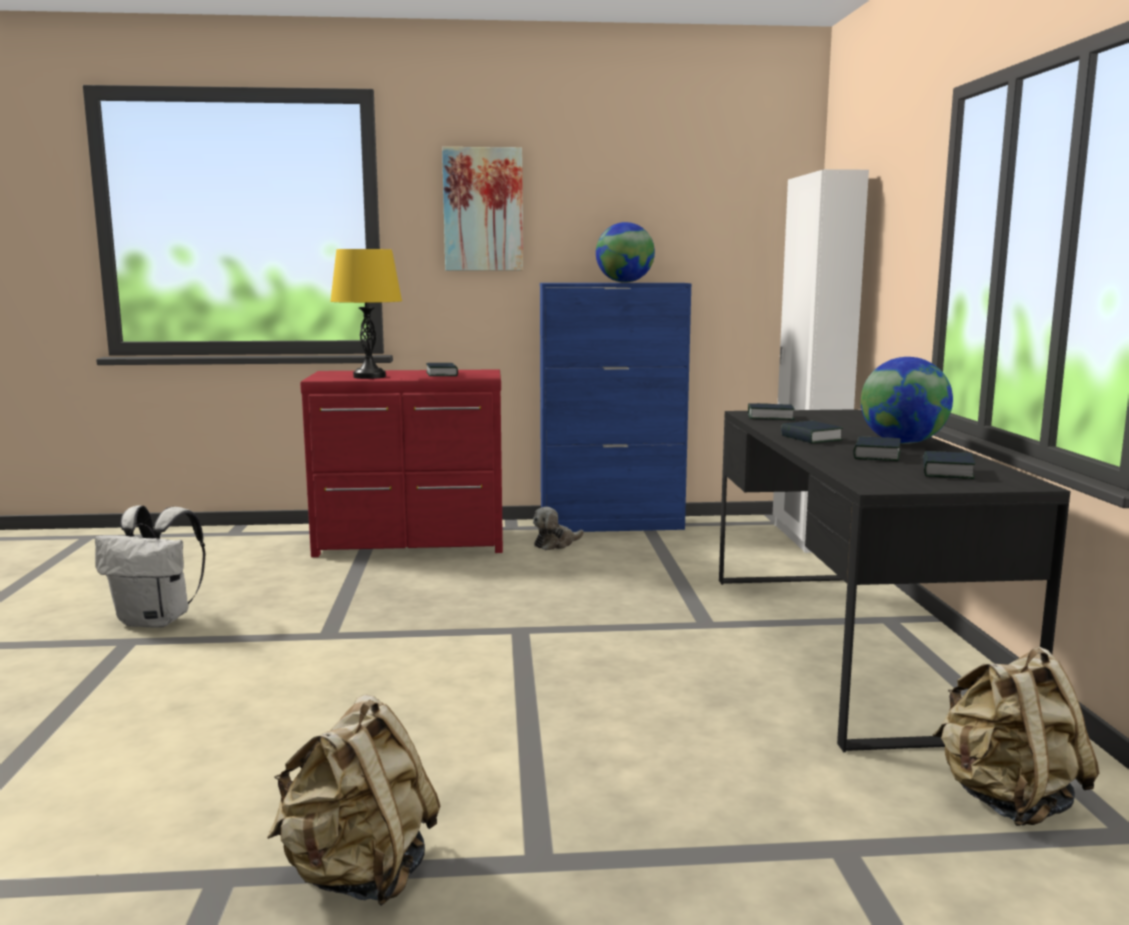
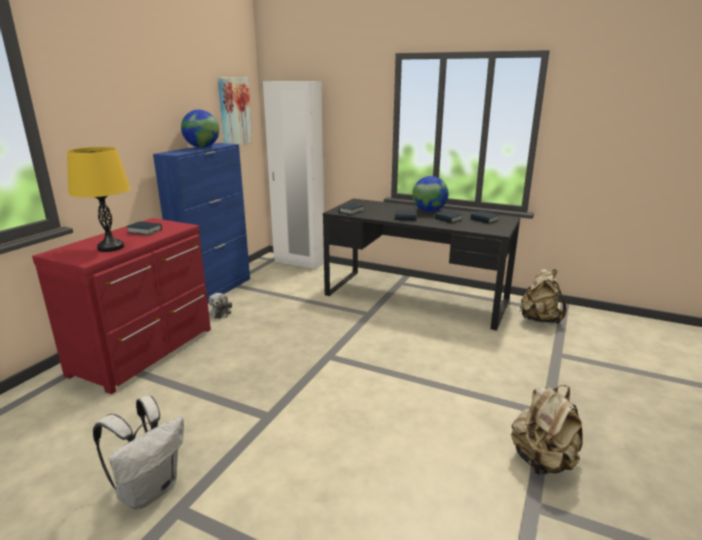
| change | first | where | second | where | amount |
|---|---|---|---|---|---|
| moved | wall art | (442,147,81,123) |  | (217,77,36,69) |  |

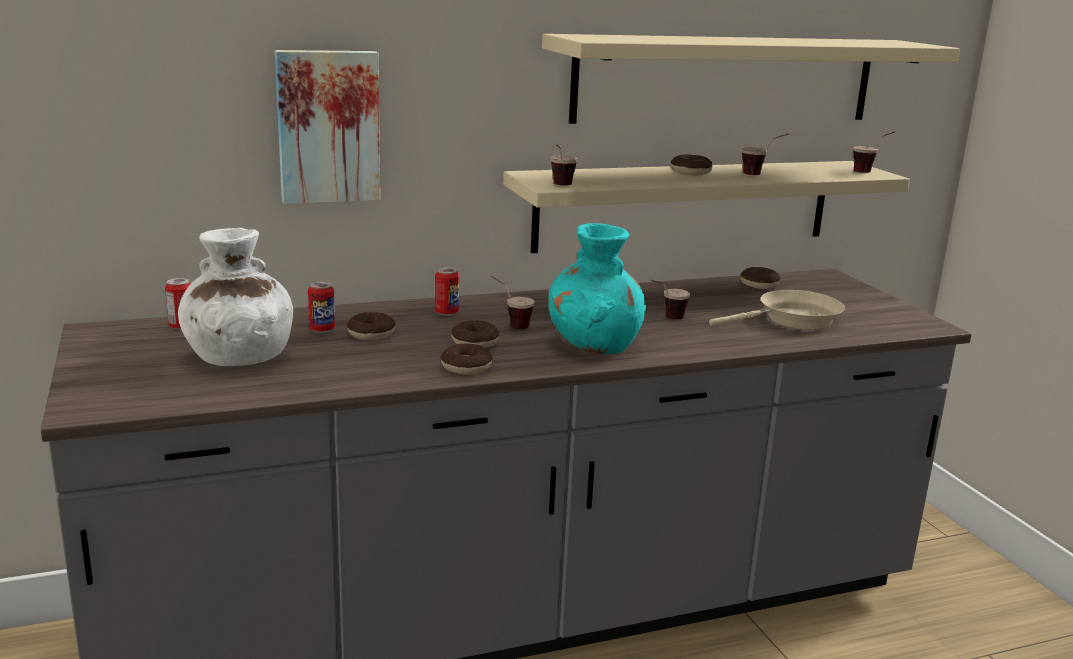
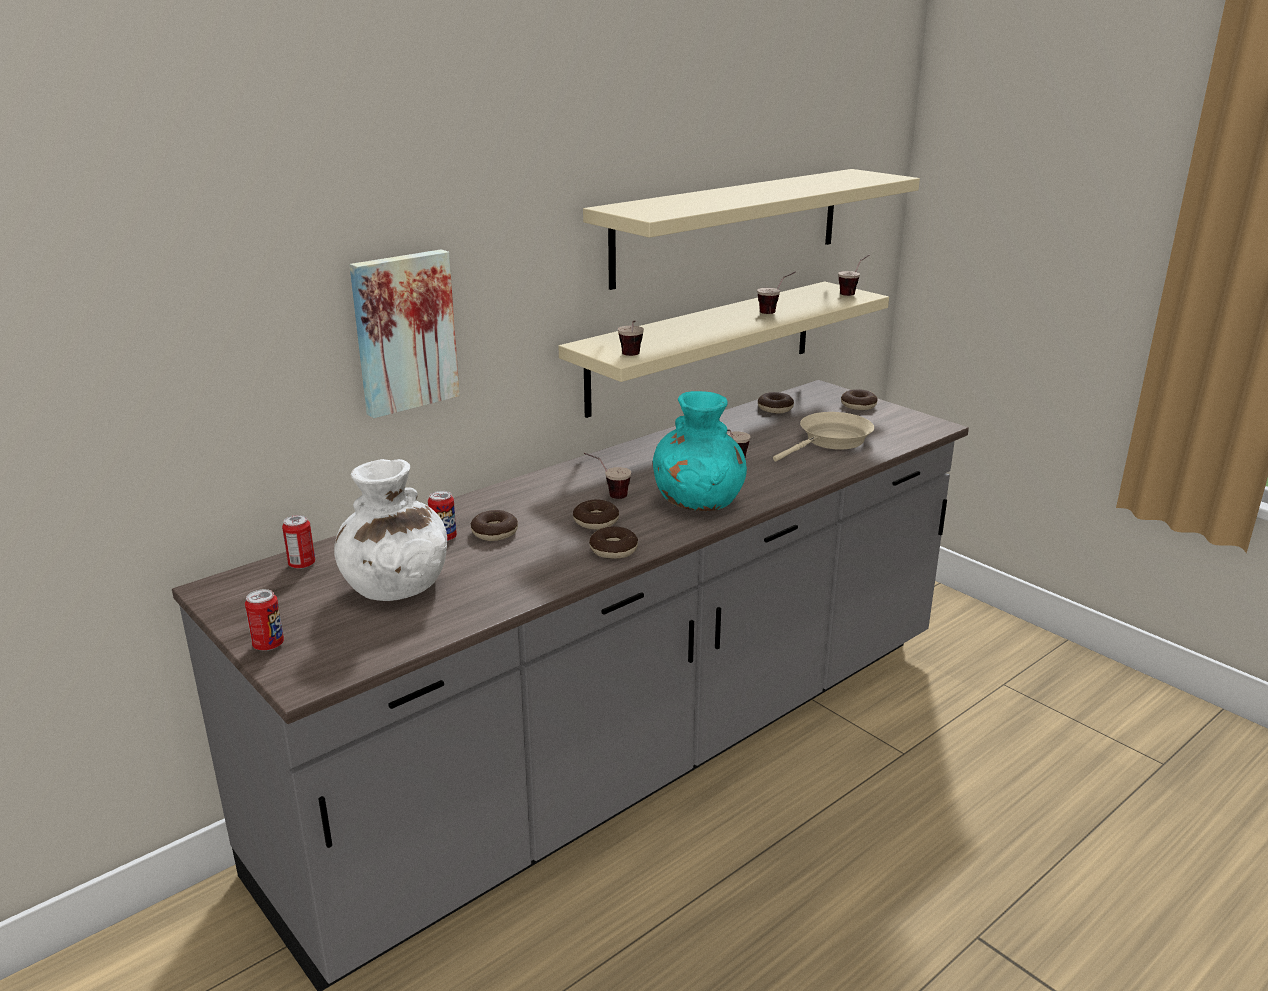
| change | first | where | second | where | amount |
|---|---|---|---|---|---|
| moved | metal can | (435,267,24,49) |  | (245,589,39,62) |  |
| moved | doughnut | (671,154,42,22) |  | (841,389,36,21) |  |

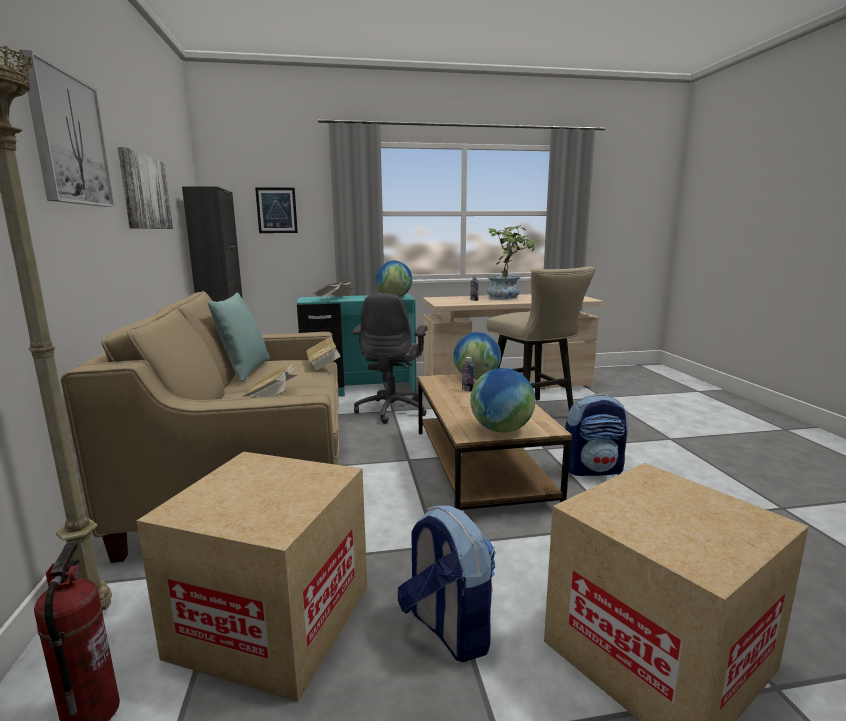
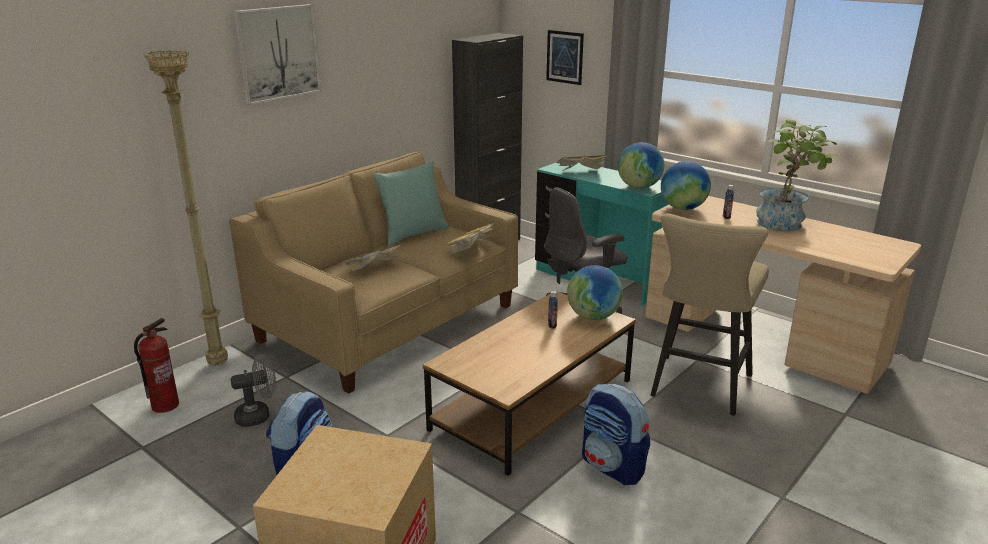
| change | first | where | second | where | amount |
|---|---|---|---|---|---|
| removed | wall art | (118,147,55,82) |  |  |  |
| replaced | packing box | (136,451,231,251) | cooling fan (grey) | (230,355,46,72) |  |
| moved | desk globe | (470,368,65,65) |  | (661,161,50,49) |  |

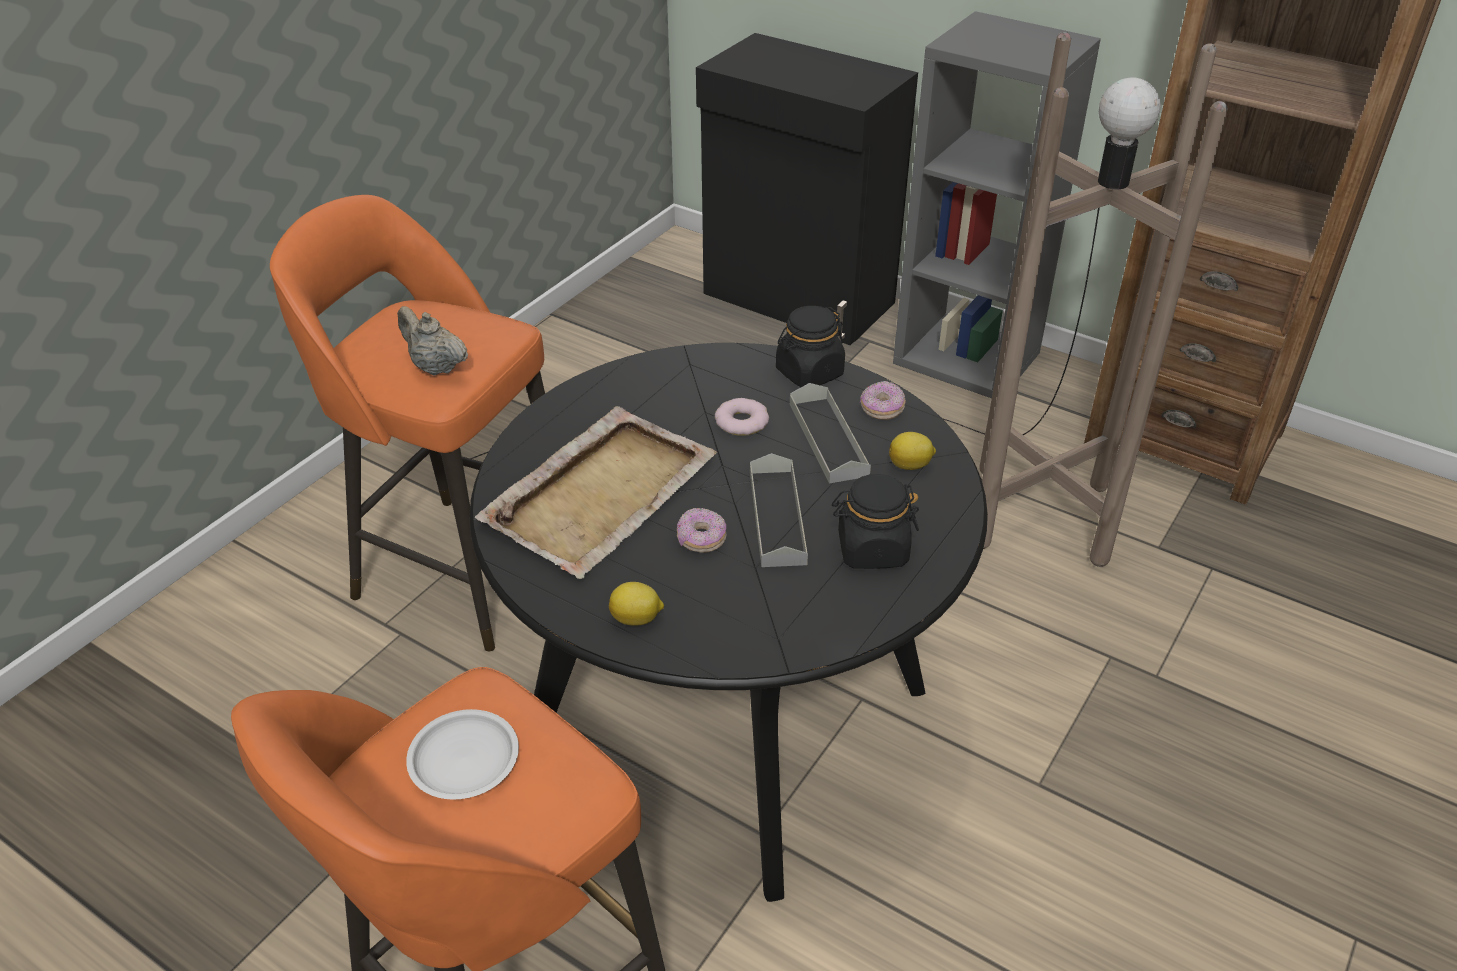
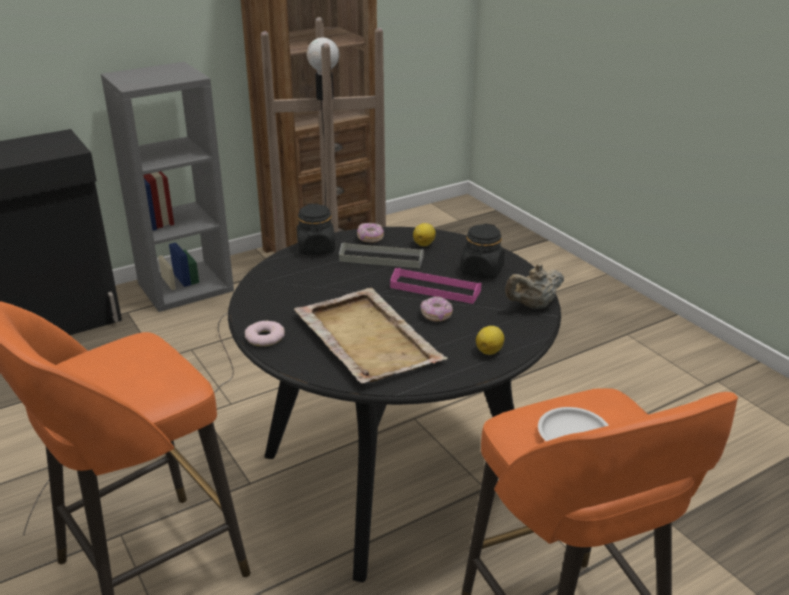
| change | first | where | second | where | amount |
|---|---|---|---|---|---|
| moved | teapot (beige-coloured) | (397,306,71,70) |  | (505,264,59,45) |  |
| moved | doughnut | (715,398,54,38) |  | (245,321,40,25) |  |
| recoloured | carrying tray (grey) | (750,453,58,114) | carrying tray (pink-coloured) | (390,268,91,36) |  |

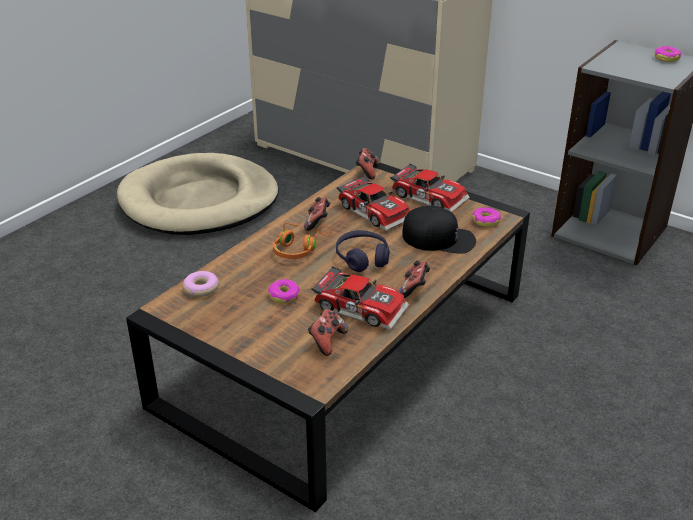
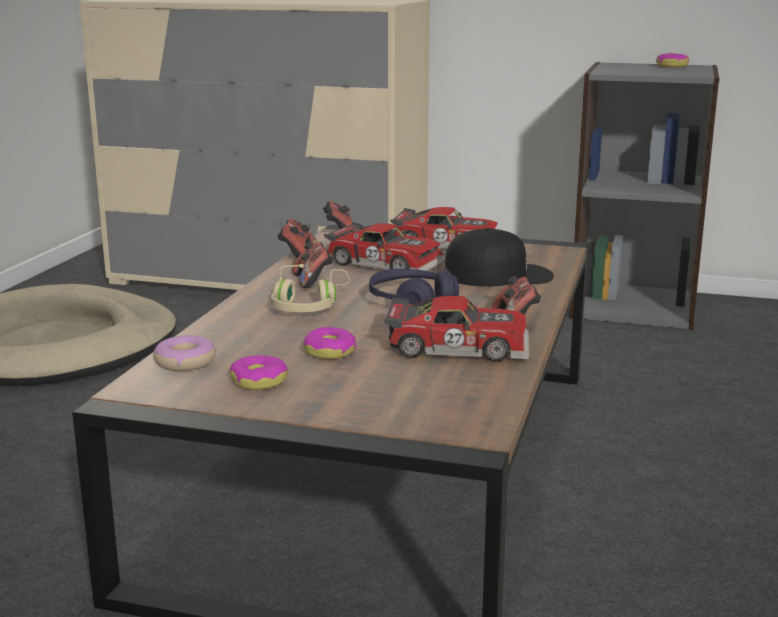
| change | first | where | second | where | amount |
|---|---|---|---|---|---|
| recoloured | headset (orange-coloured) | (273,223,59,36) | headset (beige-coloured) | (271,264,79,48) |  |
| moved | gamepad | (308,309,40,47) |  | (277,219,40,39) |  |
| moved | doughnut | (473,208,28,19) |  | (230,355,58,35) |  |

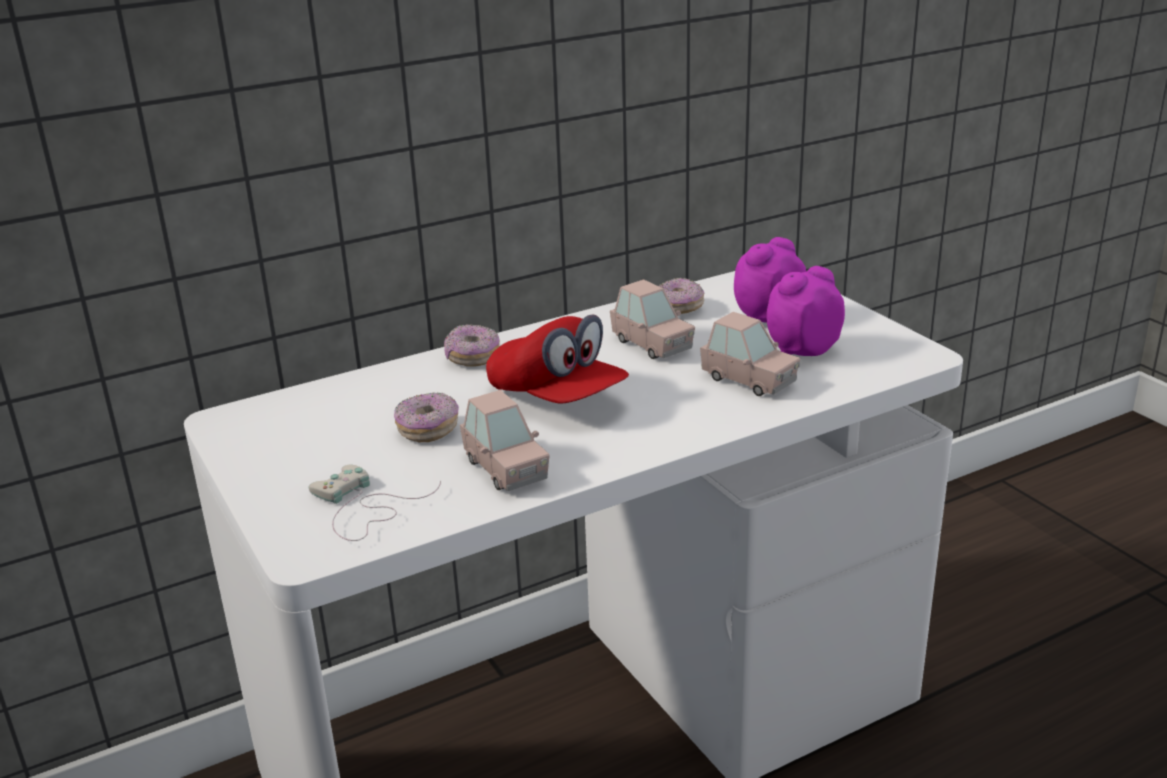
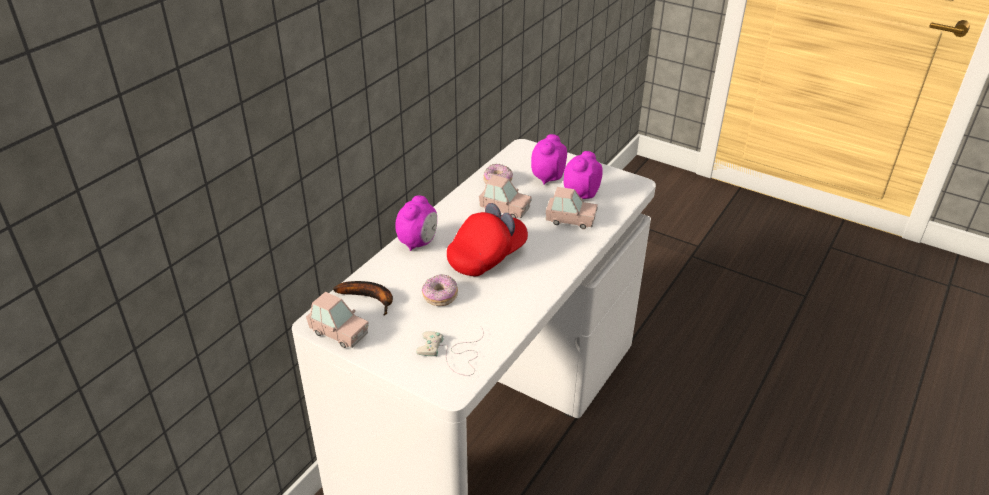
| change | first | where | second | where | amount |
|---|---|---|---|---|---|
| replaced | doughnut | (444,324,56,43) | bedside clock | (395,195,42,56) |  |
| moved | miniature car (pink-coloured) | (460,390,90,101) |  | (306,292,63,56) |  |
| turned | peaked cap (red) | (486,314,143,90) |  | (447,203,81,73) | 60 degrees counterclockwise |
| added |  |  | whole banana | (333,281,60,35) |  |

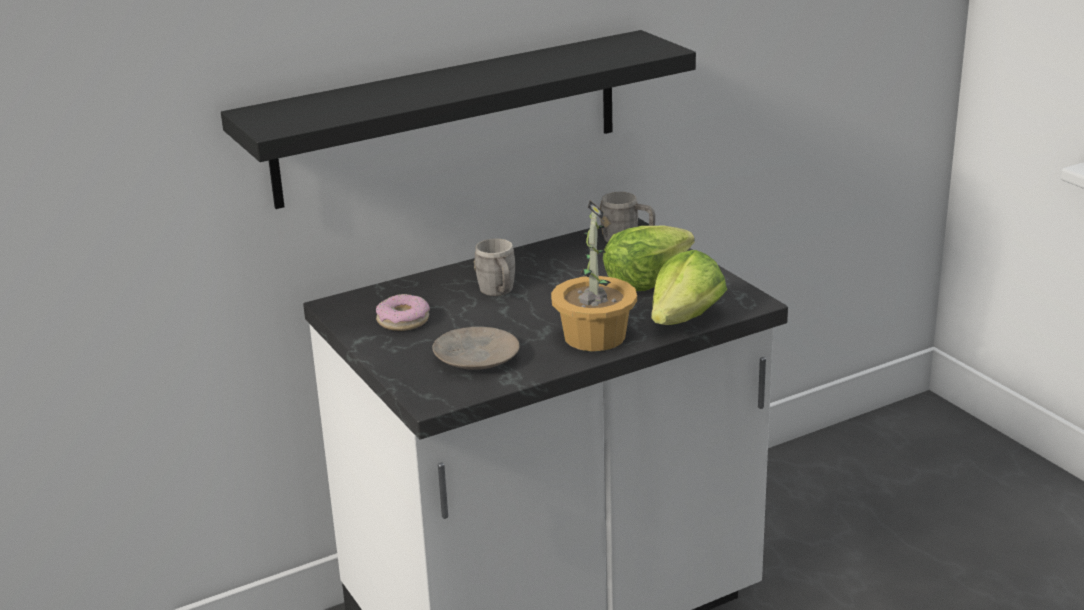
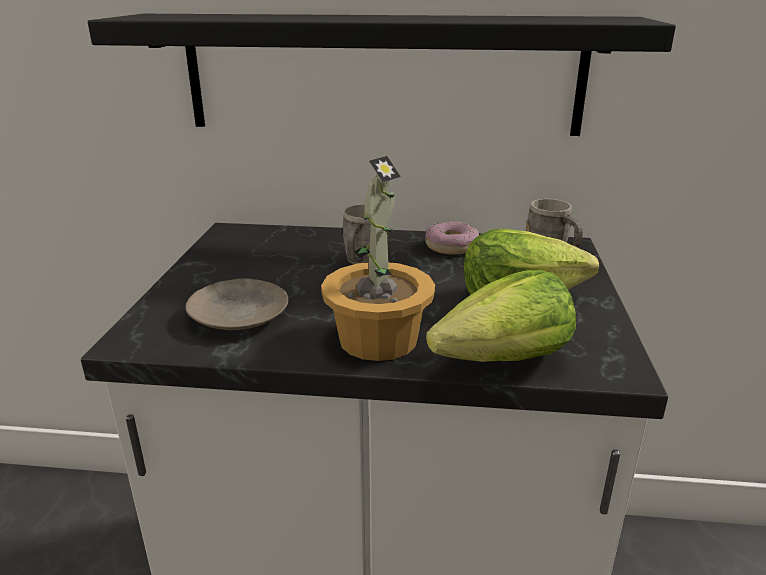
| change | first | where | second | where | amount |
|---|---|---|---|---|---|
| moved | doughnut | (376,294,54,37) |  | (425,221,54,34) |  |

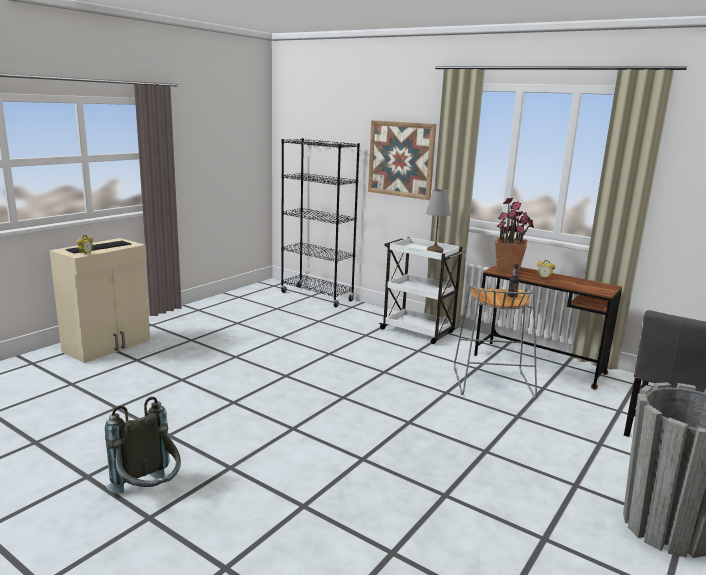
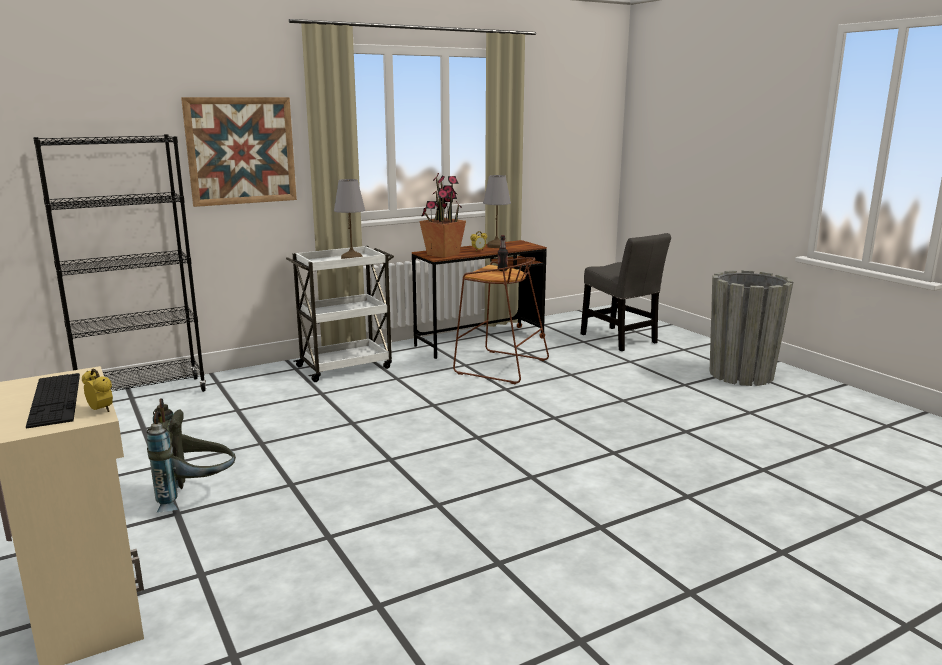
| change | first | where | second | where | amount |
|---|---|---|---|---|---|
| moved | rucksack (grey) | (105,397,76,97) |  | (147,398,89,115) |  |
| recoloured | stool (grey) | (454,286,83,113) | stool (brown-coloured) | (453,257,96,127) |  |
| added |  |  | lamp for a table (grey) | (483,175,28,73) |  |

